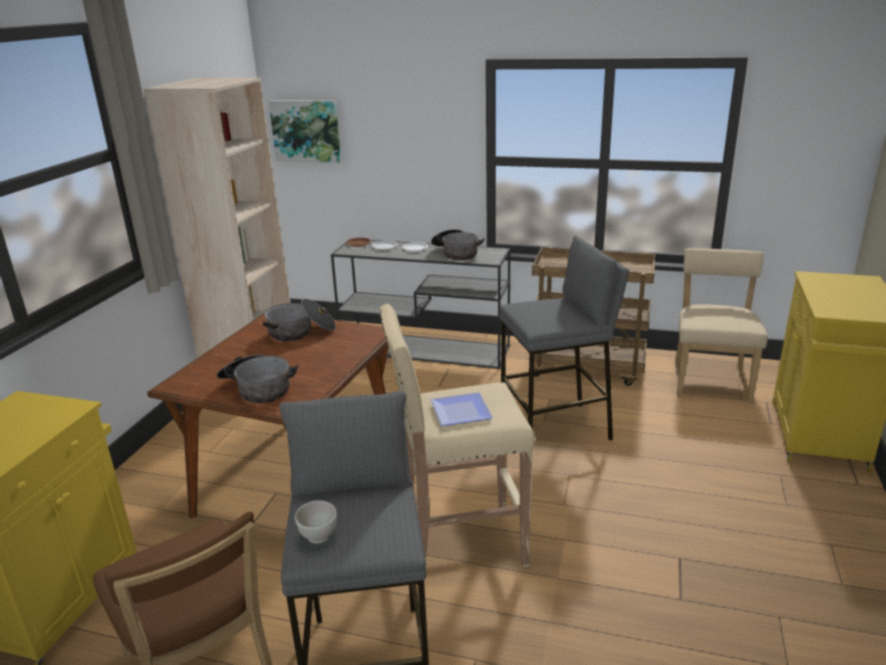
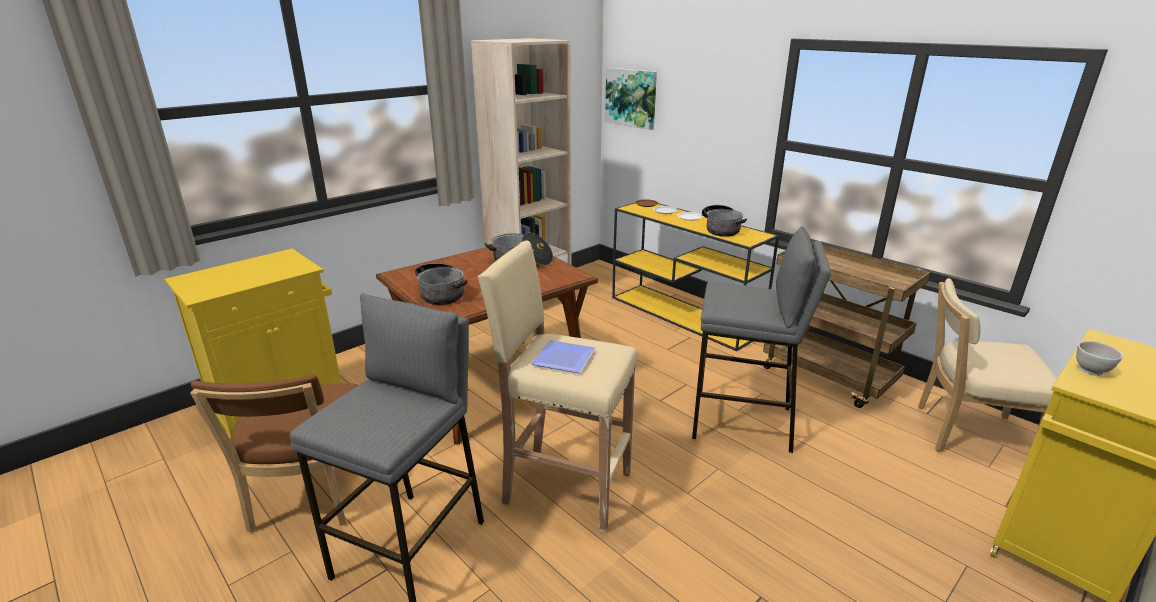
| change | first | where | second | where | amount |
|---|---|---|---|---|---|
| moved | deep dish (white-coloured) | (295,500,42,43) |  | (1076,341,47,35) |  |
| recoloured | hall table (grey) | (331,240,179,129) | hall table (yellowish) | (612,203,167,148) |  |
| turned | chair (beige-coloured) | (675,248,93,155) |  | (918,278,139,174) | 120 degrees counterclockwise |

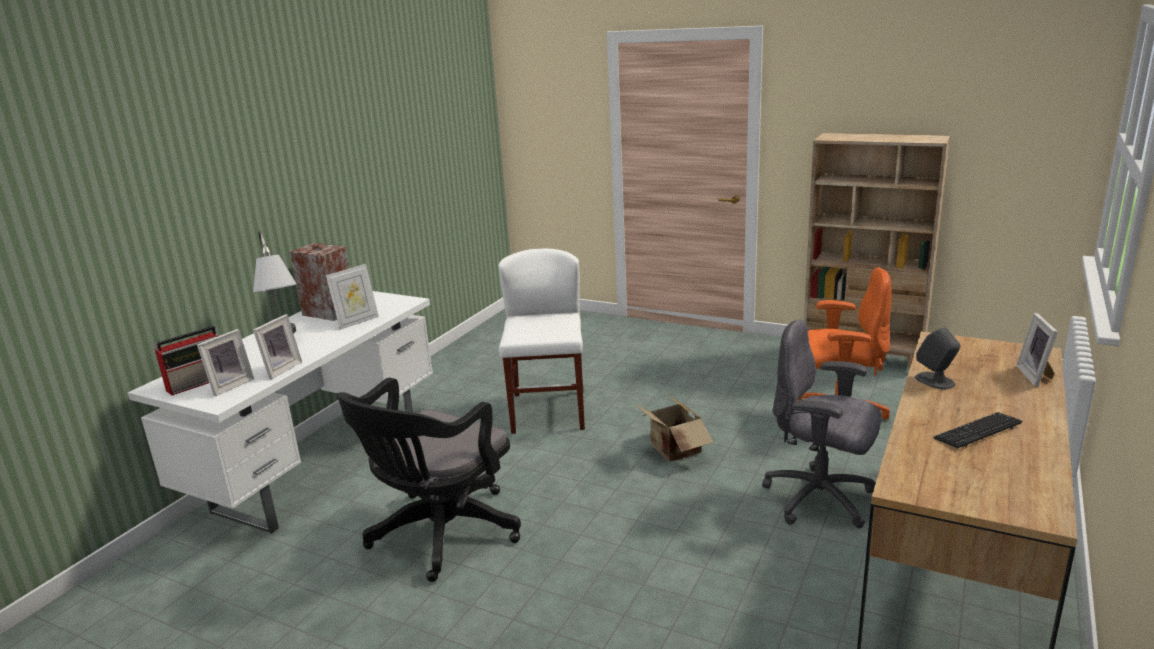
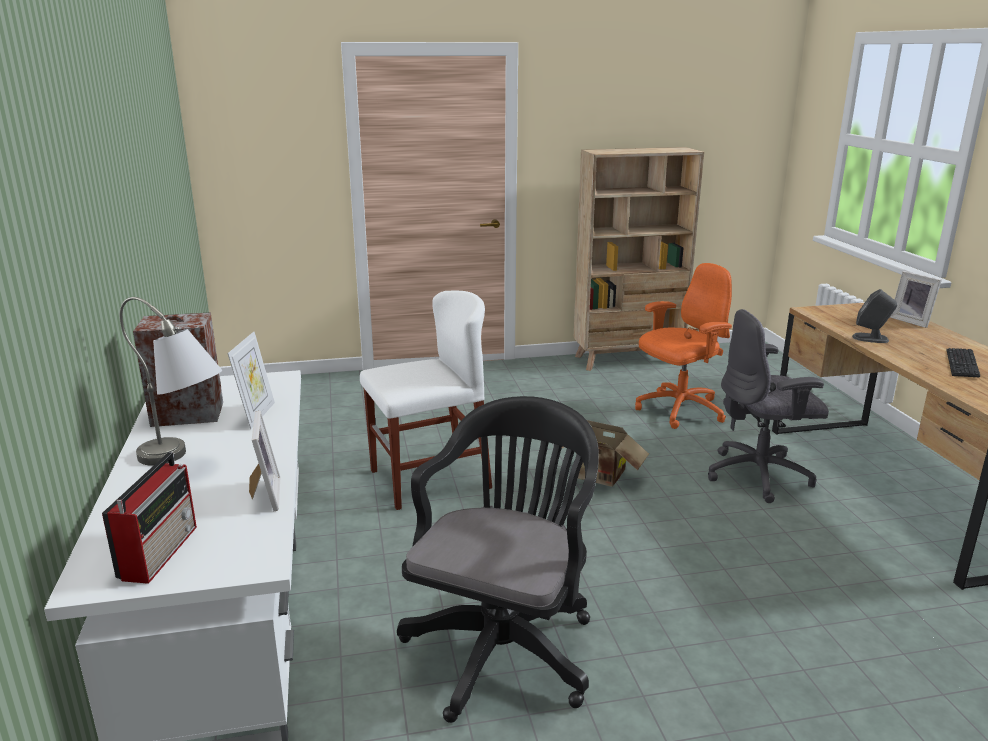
| change | first | where | second | where | amount |
|---|---|---|---|---|---|
| removed | photo frame | (197,329,57,67) |  |  |  |
| turned | desk chair (black-coloured) | (337,378,184,204) |  | (397,396,202,327) | 150 degrees counterclockwise |
| turned | chair (white-coloured) | (498,249,87,185) |  | (360,290,132,220) | 105 degrees clockwise |

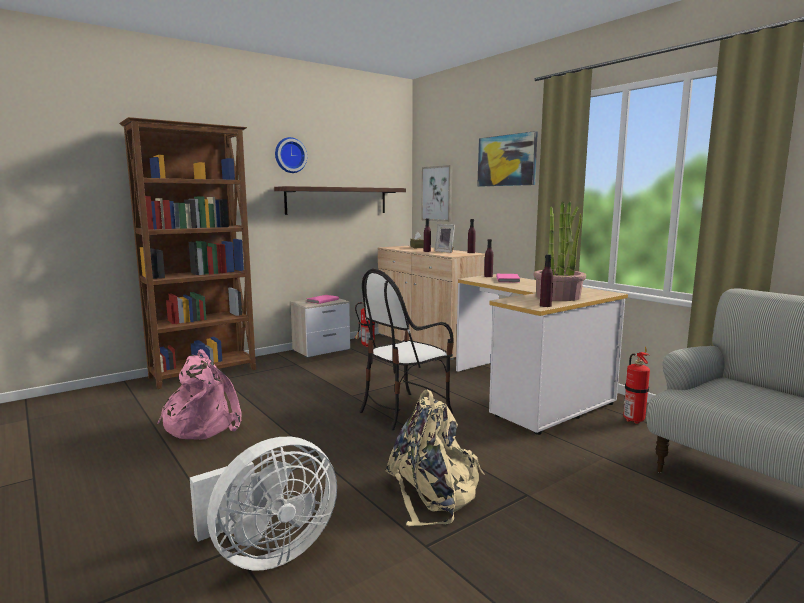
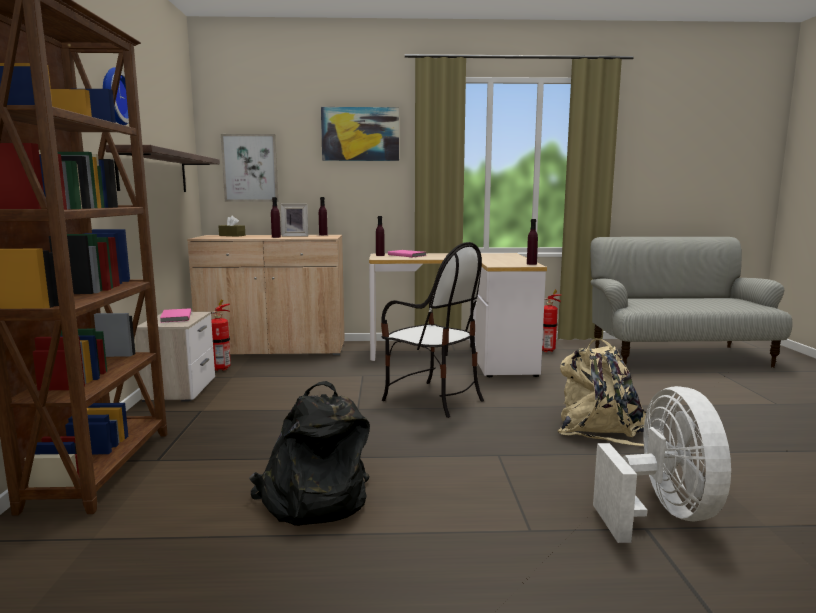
| change | first | where | second | where | amount |
|---|---|---|---|---|---|
| recoloured | rucksack (pink-coloured) | (157,349,85,91) | rucksack (black-coloured) | (249,381,121,145) |  |
| turned | chair | (359,269,95,161) |  | (381,242,103,176) | 45 degrees counterclockwise |
| removed | plant in a pot | (534,201,52,100) |  |  |  |

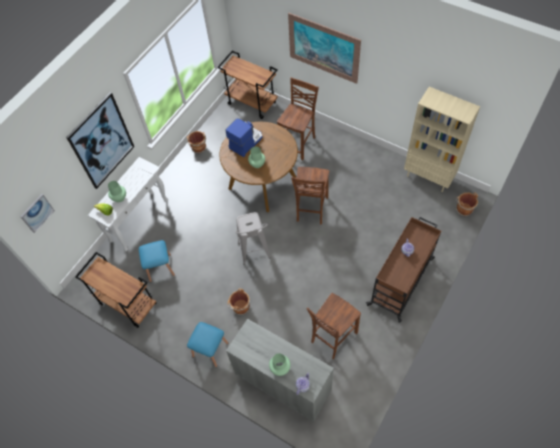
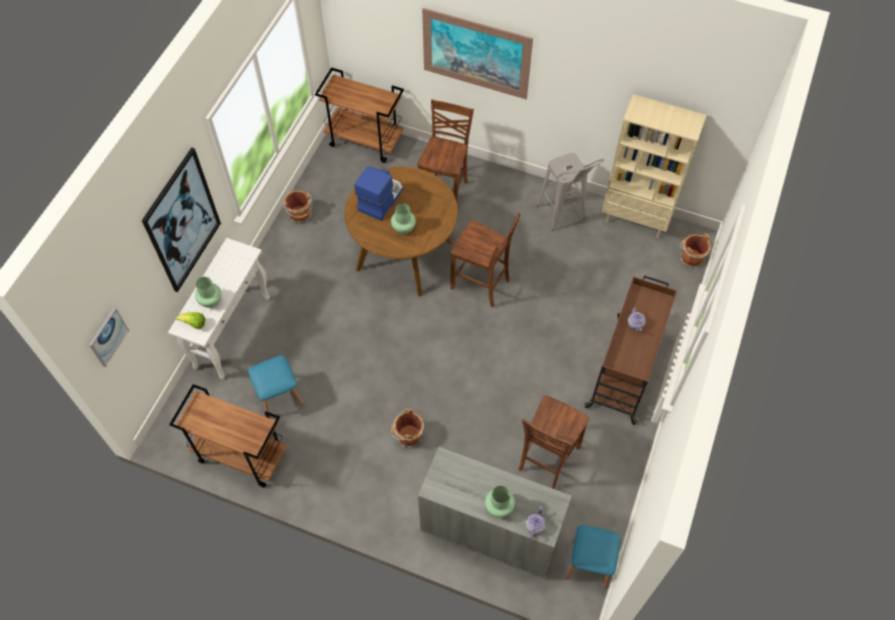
| change | first | where | second | where | amount |
|---|---|---|---|---|---|
| moved | stool (bluish) | (187,322,41,45) |  | (566,525,54,63) |  |
| moved | stool (grey) | (235,212,36,53) |  | (537,153,67,78) |  |
| turned | chair (brown-coloured) | (291,167,38,58) |  | (450,213,71,95) | 60 degrees counterclockwise |

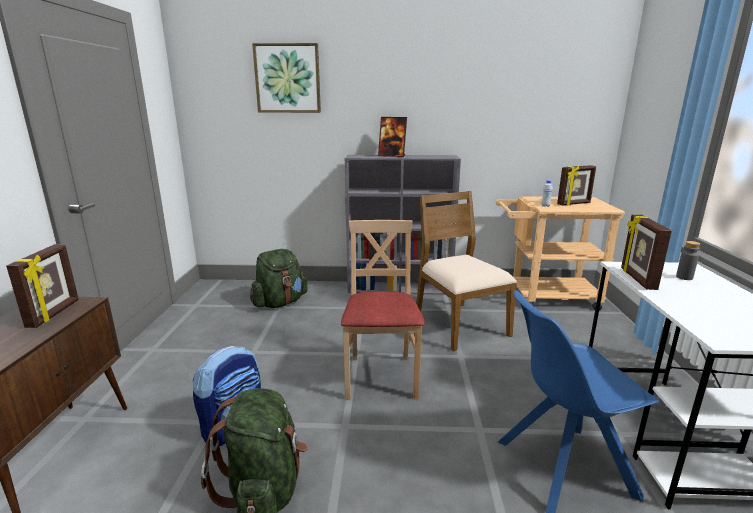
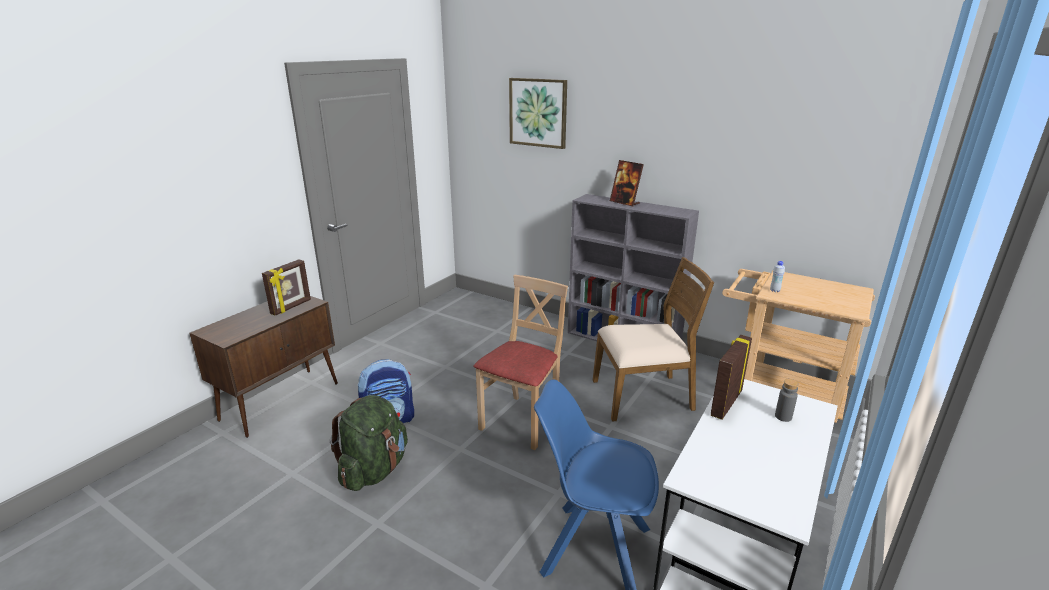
| change | first | where | second | where | amount |
|---|---|---|---|---|---|
| removed | rucksack (green-coloured) | (250,249,58,59) |  |  |  |
| turned | chair (brown-coloured) | (416,191,101,160) |  | (593,257,121,165) | 75 degrees clockwise |
| removed | photo frame | (557,165,39,41) |  |  |  |

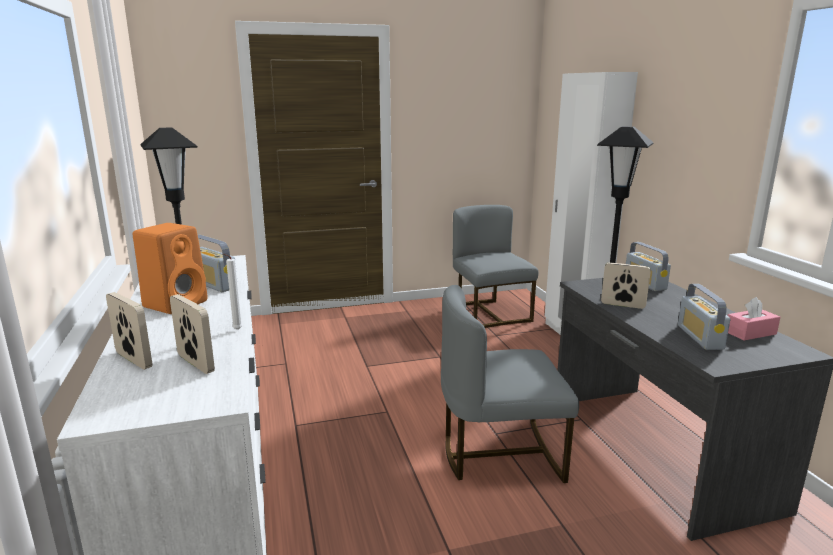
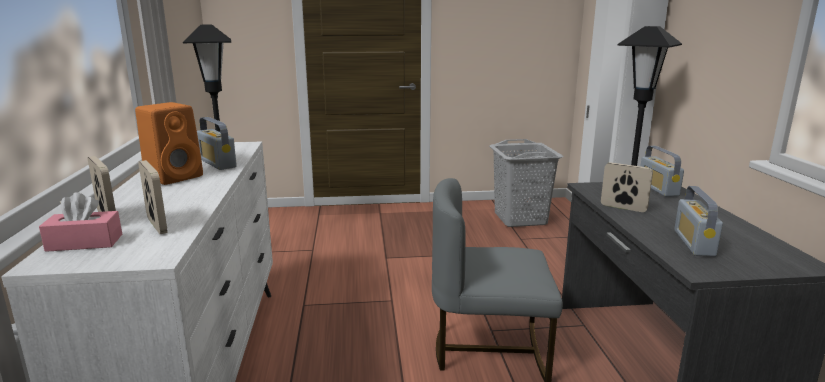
| change | first | where | second | where | amount |
|---|---|---|---|---|---|
| removed | wax light (white-coloured) | (222,253,21,77) |  |  |  |
| replaced | chair (grey) | (453,205,85,123) | laundry basket (grey) | (489,139,74,88) |  |
| moved | tissue holder (pink-coloured) | (728,297,52,43) |  | (39,192,83,60) |  |

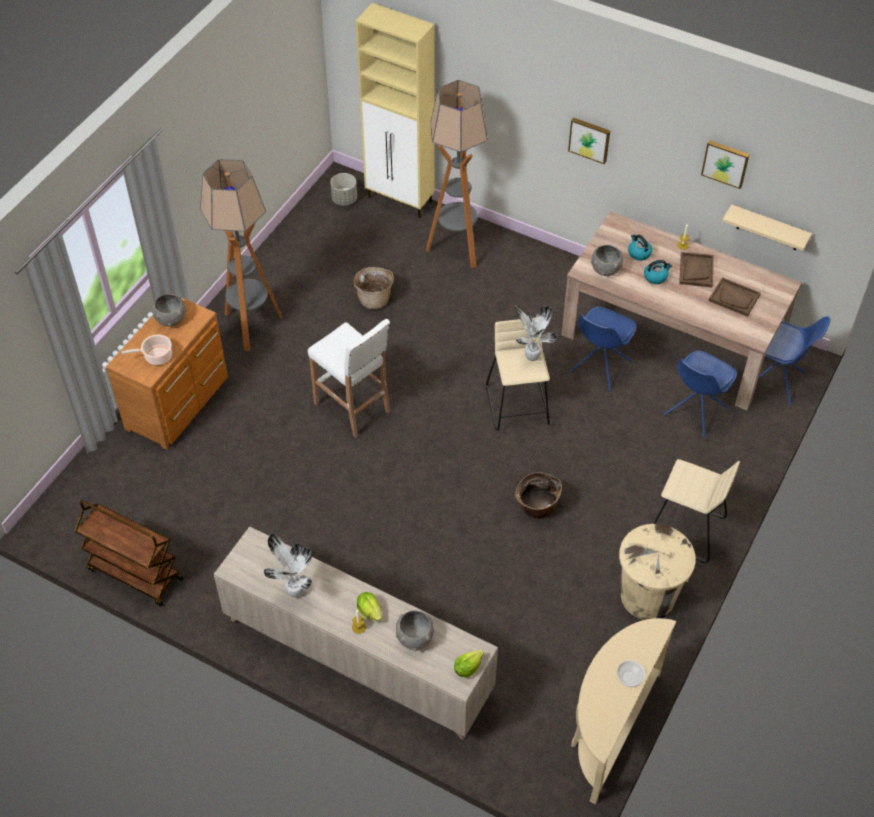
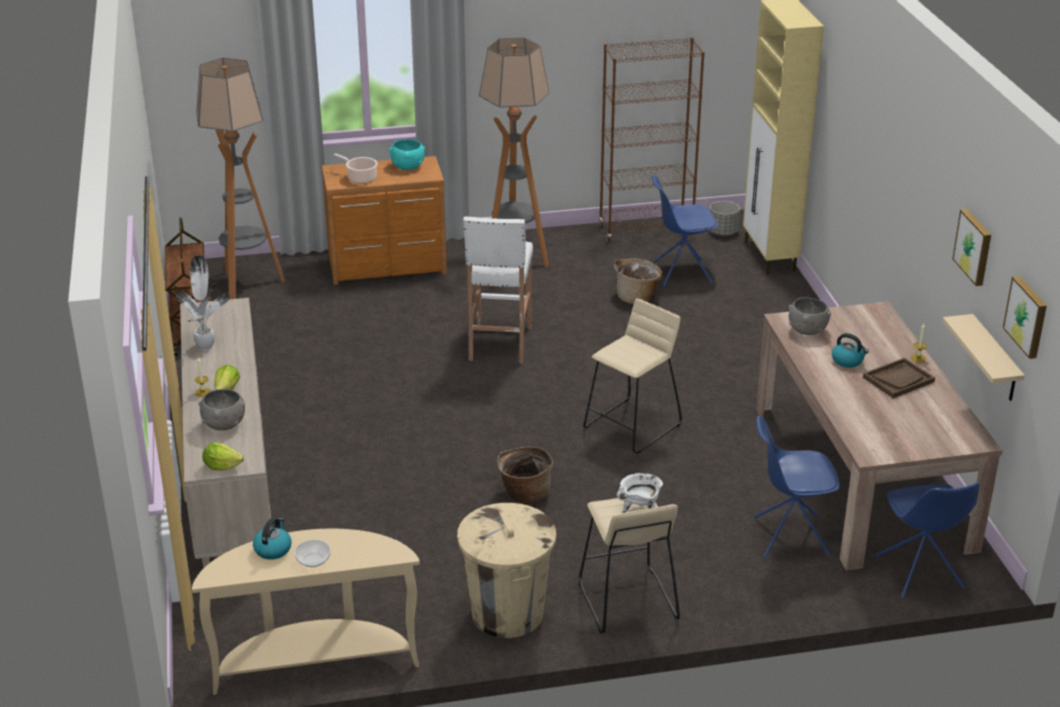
| change | first | where | second | where | amount |
|---|---|---|---|---|---|
| recoloured | deep dish (grey) | (152,294,34,32) | deep dish (turquoise-coloured) | (389,139,36,31) |  |
| moved | standing lamp | (426,80,62,188) |  | (196,58,89,241) |  |
| removed | plant in a pot | (515,306,42,55) |  |  |  |
| moved | wall art | (568,118,42,46) |  | (1003,276,44,83) |  |
| moved | chair (bluish) | (569,307,68,84) |  | (652,174,66,113) |  |
| moved | kettle | (628,234,24,27) |  | (253,518,39,42) |  |
| removed | carrying tray (brown-coloured) | (709,277,52,40) |  |  |  |
| added |  |  | shelving unit (brown-coloured) | (599,37,106,205) |  |
| added |  |  | stockpot (white-coloured) | (617,473,46,40) |  |

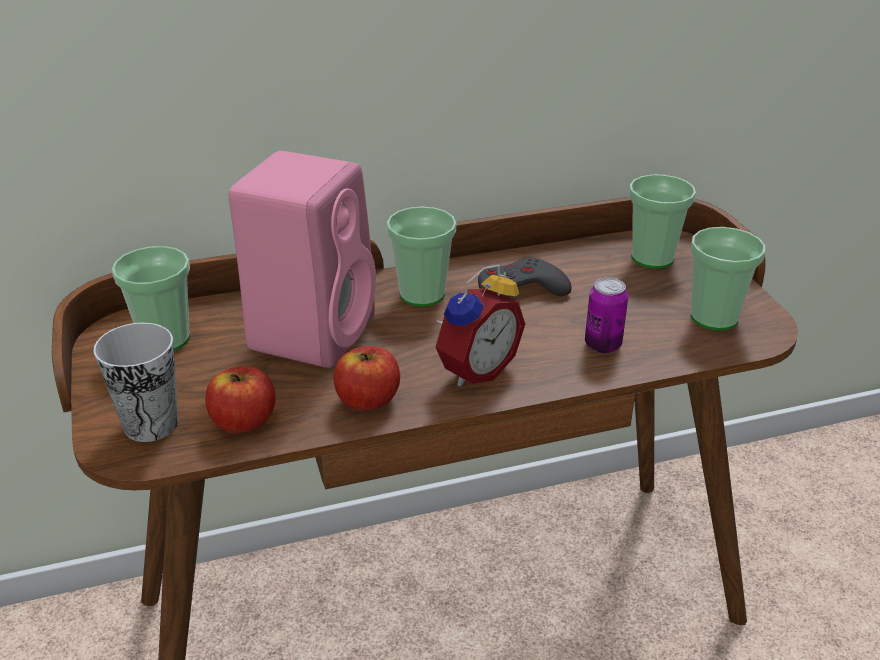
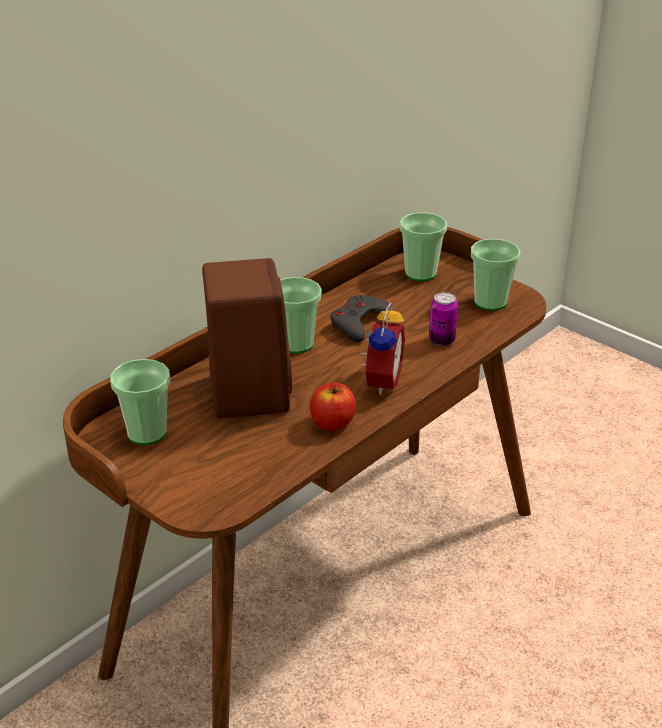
| change | first | where | second | where | amount |
|---|---|---|---|---|---|
| removed | cup | (93,323,85,119) |  |  |  |
| removed | apple fruit | (205,366,71,67) |  |  |  |
| recoloured | loudspeaker (pink-coloured) | (229,151,147,217) | loudspeaker (brown-coloured) | (202,258,90,160) |  |

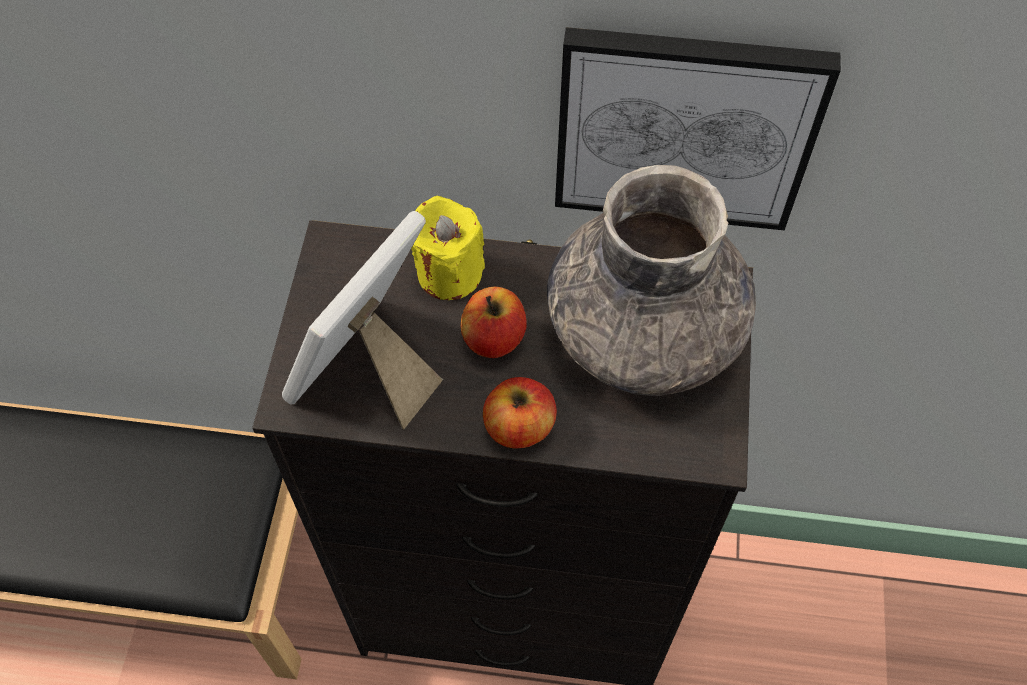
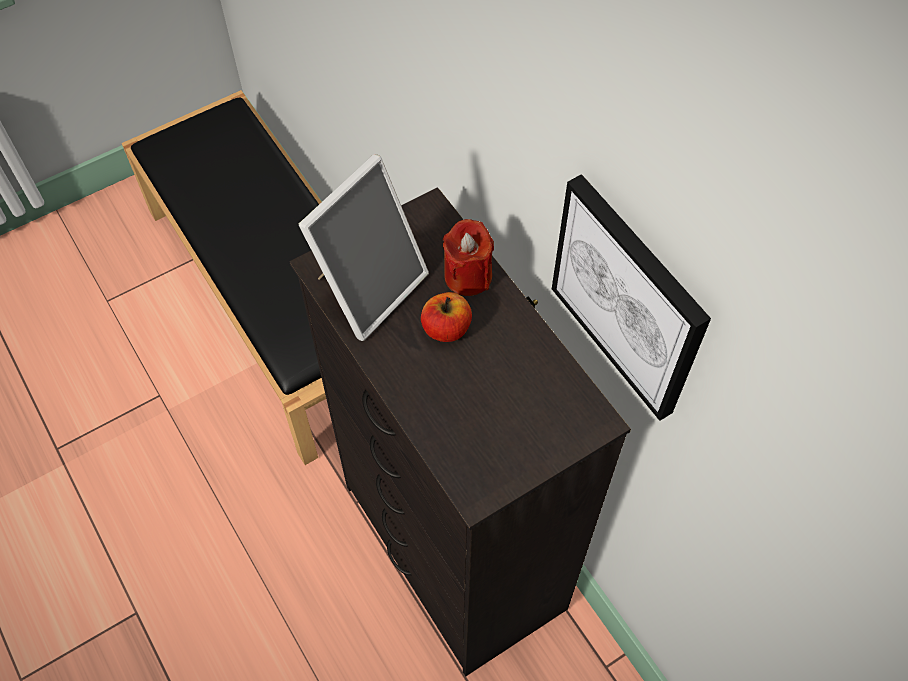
| change | first | where | second | where | amount |
|---|---|---|---|---|---|
| turned | photo frame | (282,211,161,218) |  | (299,154,130,187) | 135 degrees clockwise |
| recoloured | wax light (yellowish) | (411,195,74,105) | wax light (red) | (443,219,51,77) |  |
| removed | apple fruit | (483,377,74,71) |  |  |  |
| removed | decorative vase (grey) | (547,165,209,231) |  |  |  |

